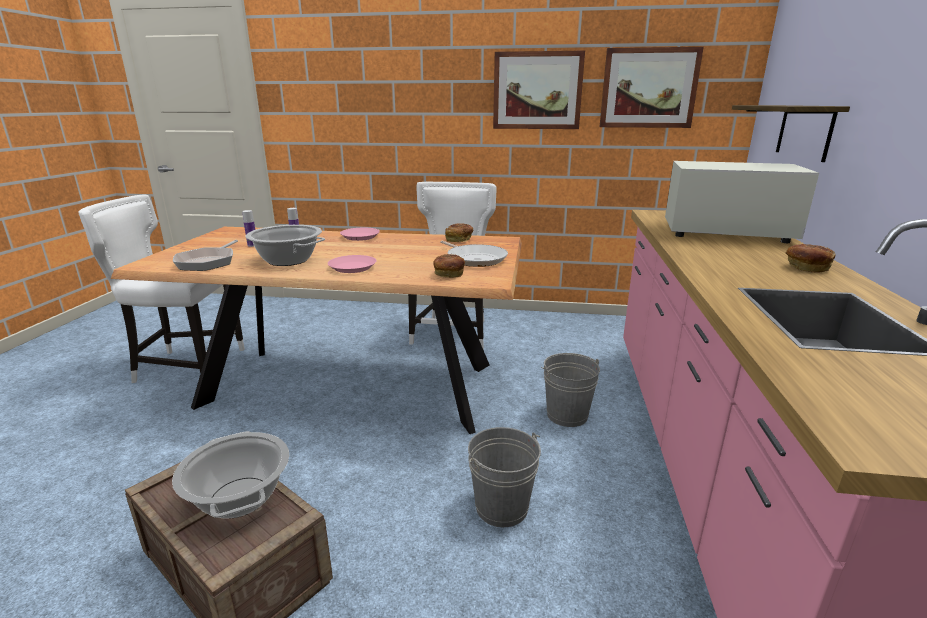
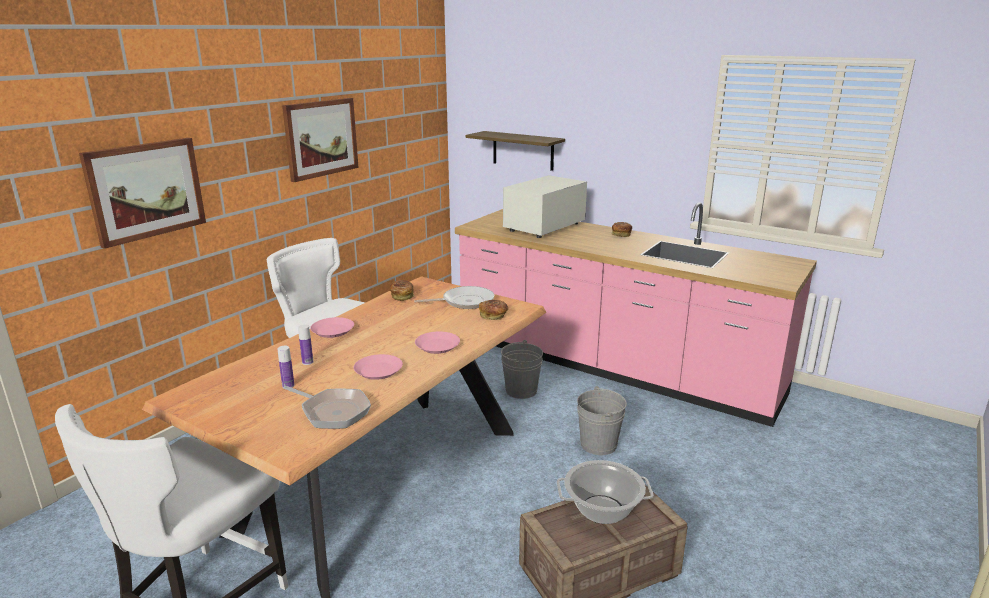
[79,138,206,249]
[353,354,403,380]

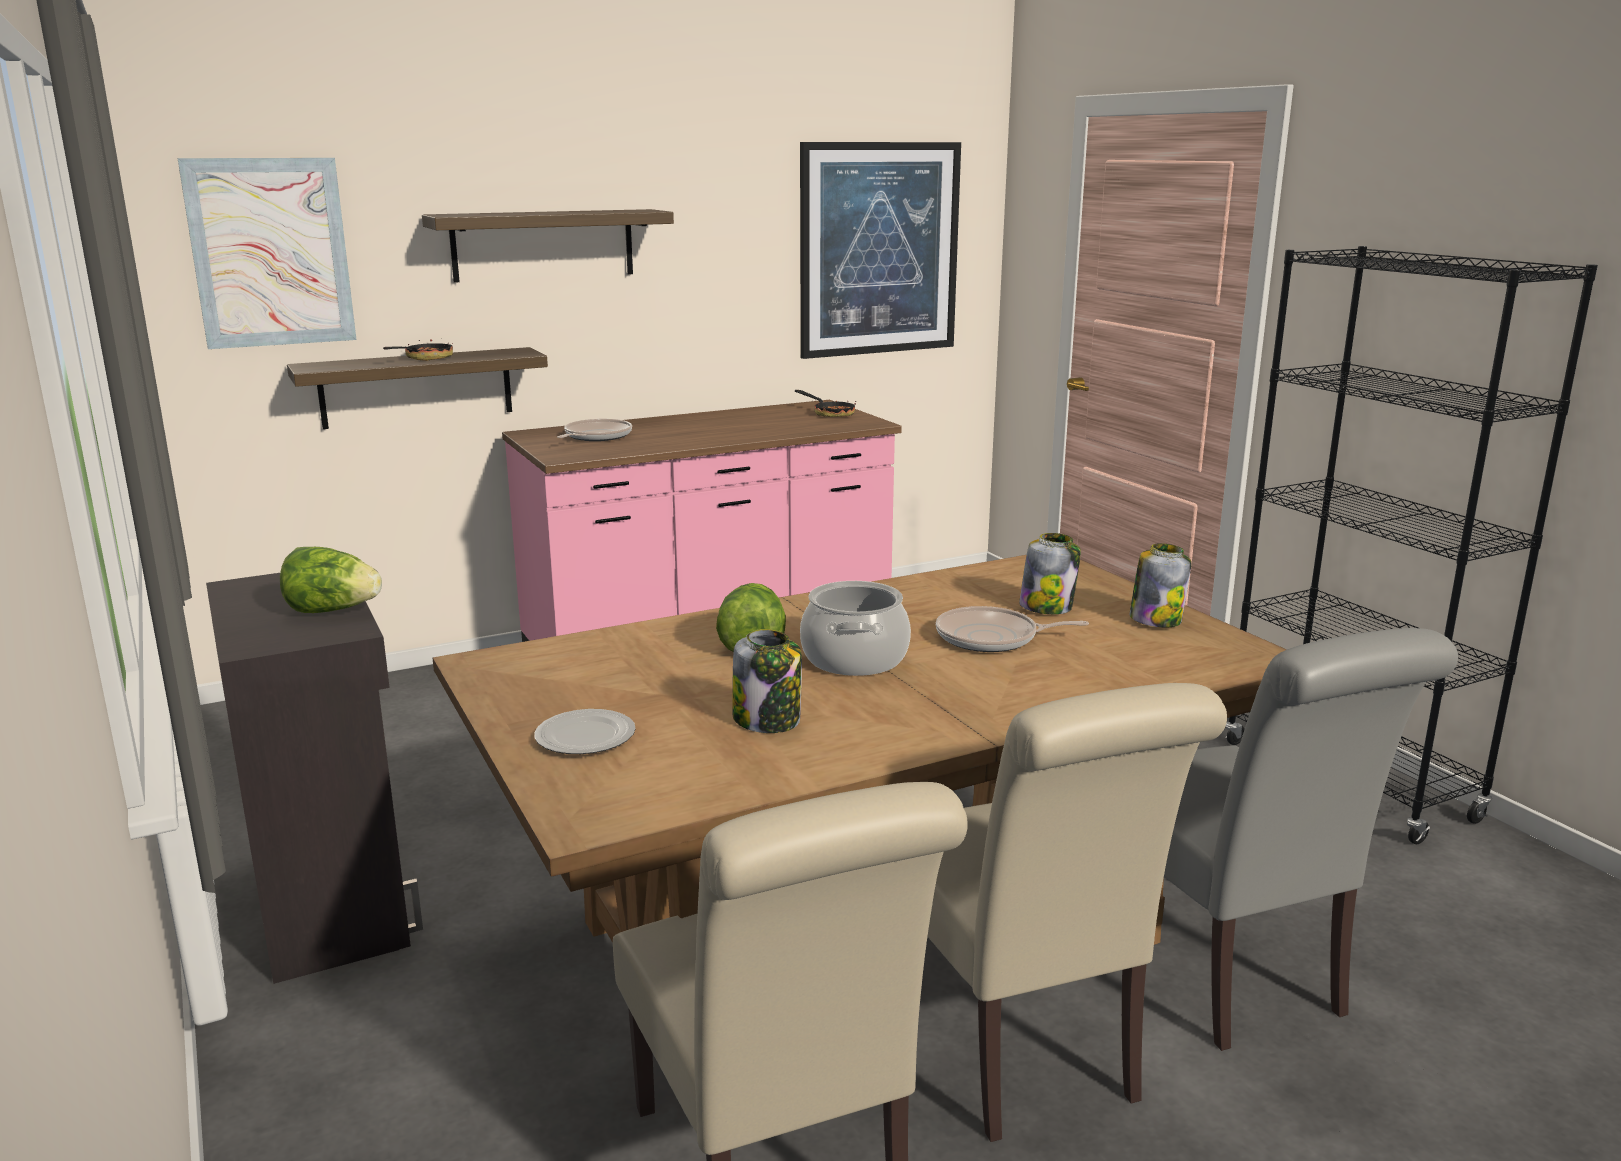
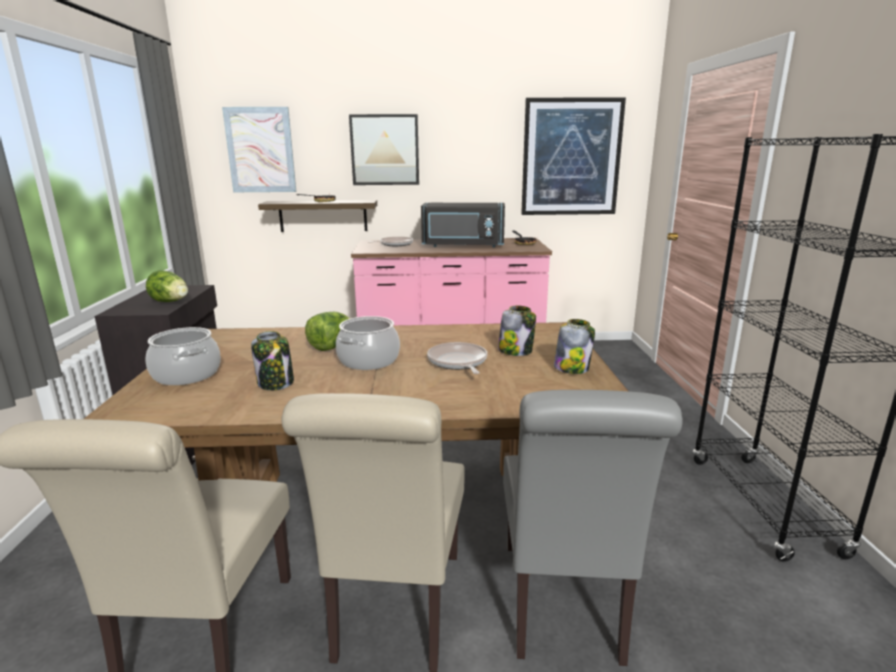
[349,114,419,185]
[427,342,487,374]
[145,327,221,385]
[421,203,505,248]

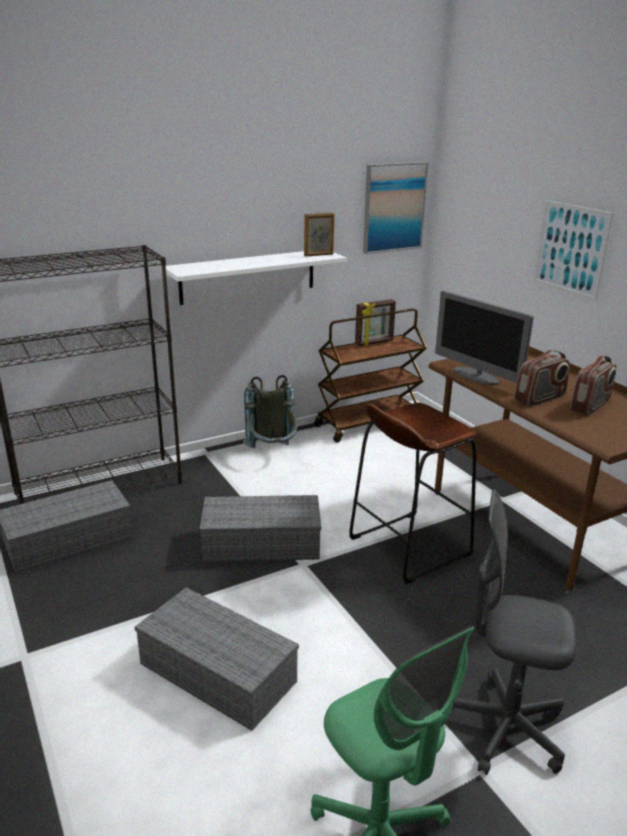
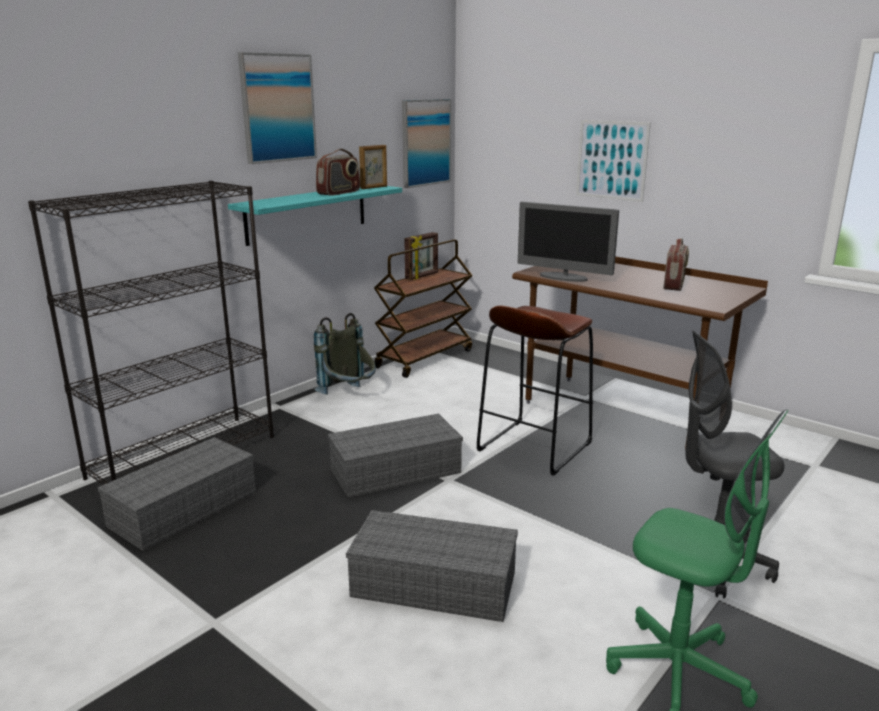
[228,186,402,246]
[316,148,360,196]
[238,52,317,164]

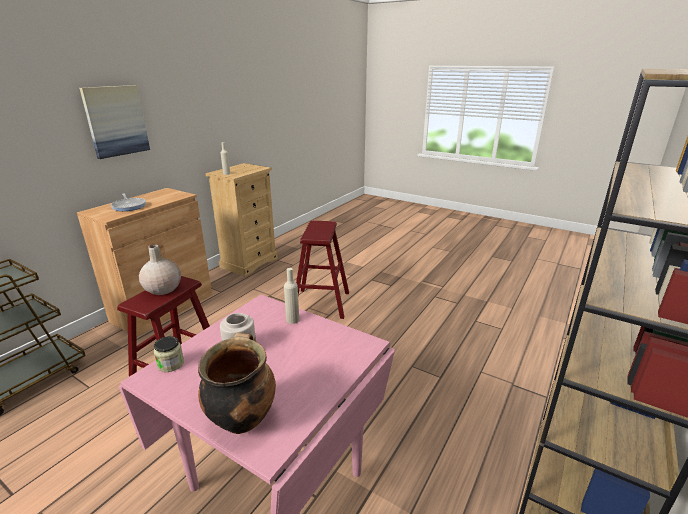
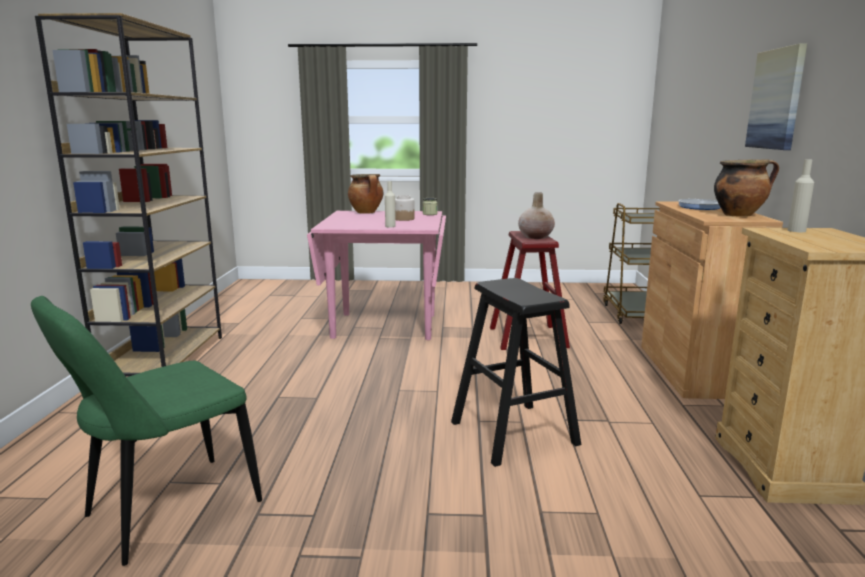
[451,278,581,467]
[714,159,779,217]
[31,296,262,566]

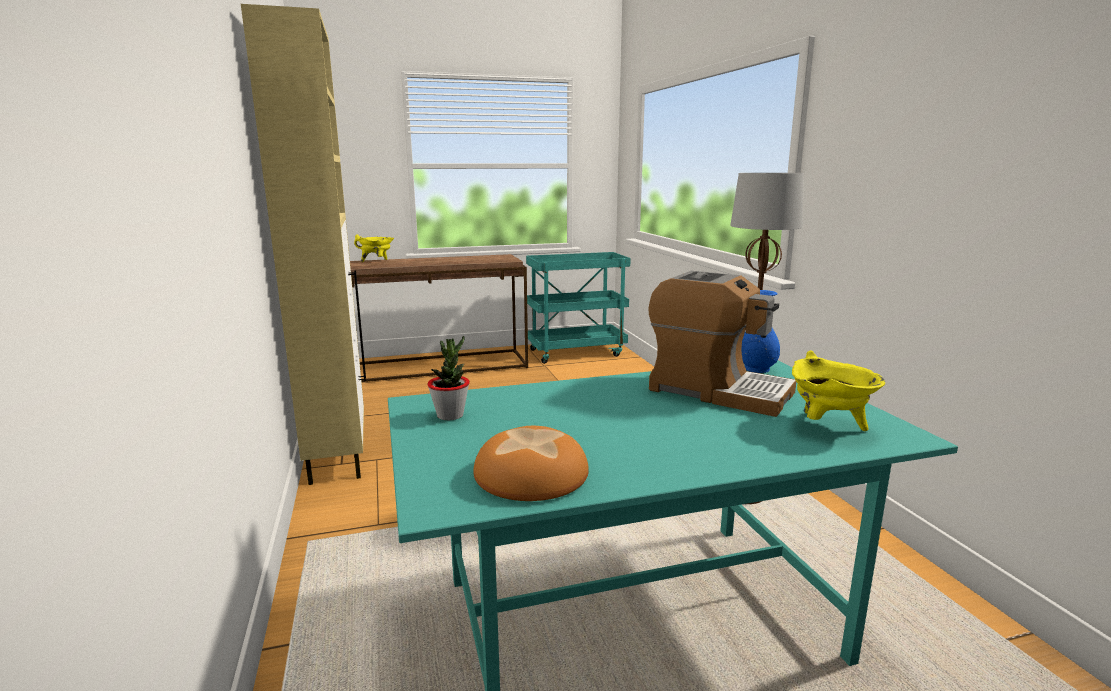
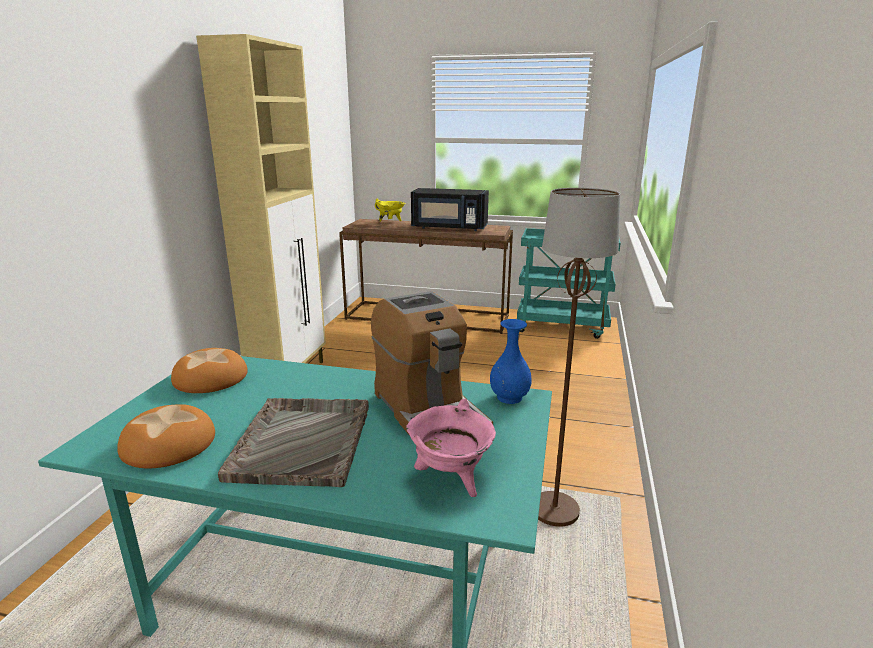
[171,348,248,393]
[406,399,496,497]
[411,188,489,231]
[218,398,369,487]

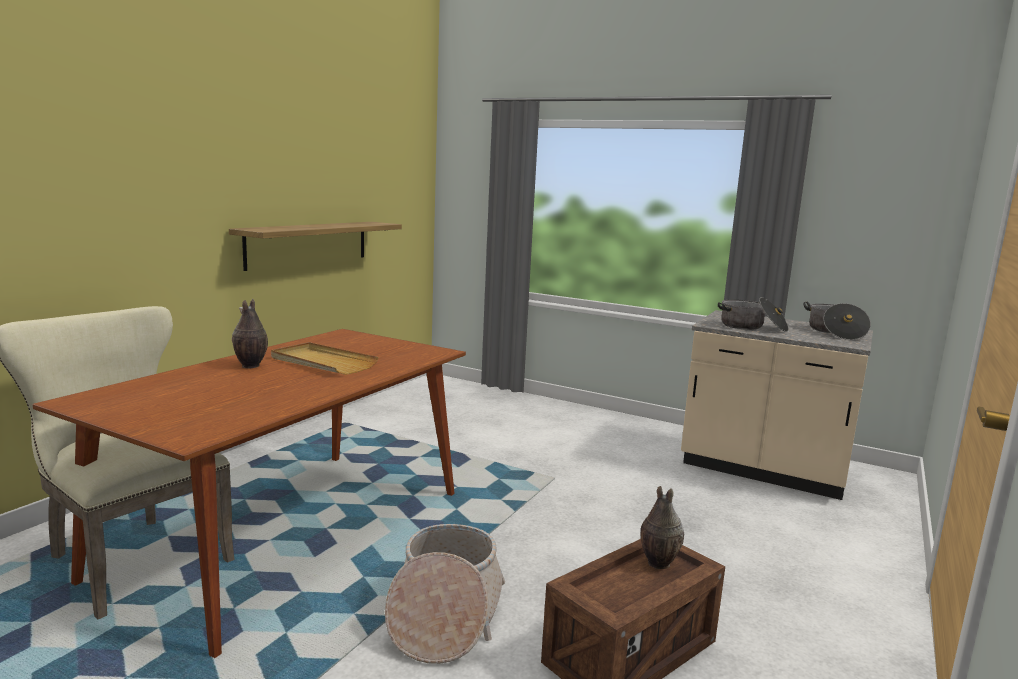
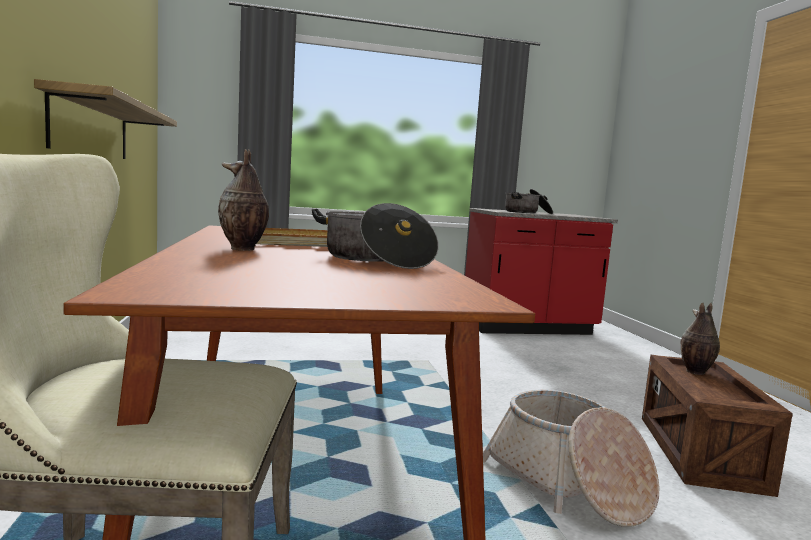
[312,203,439,269]
[465,208,618,335]

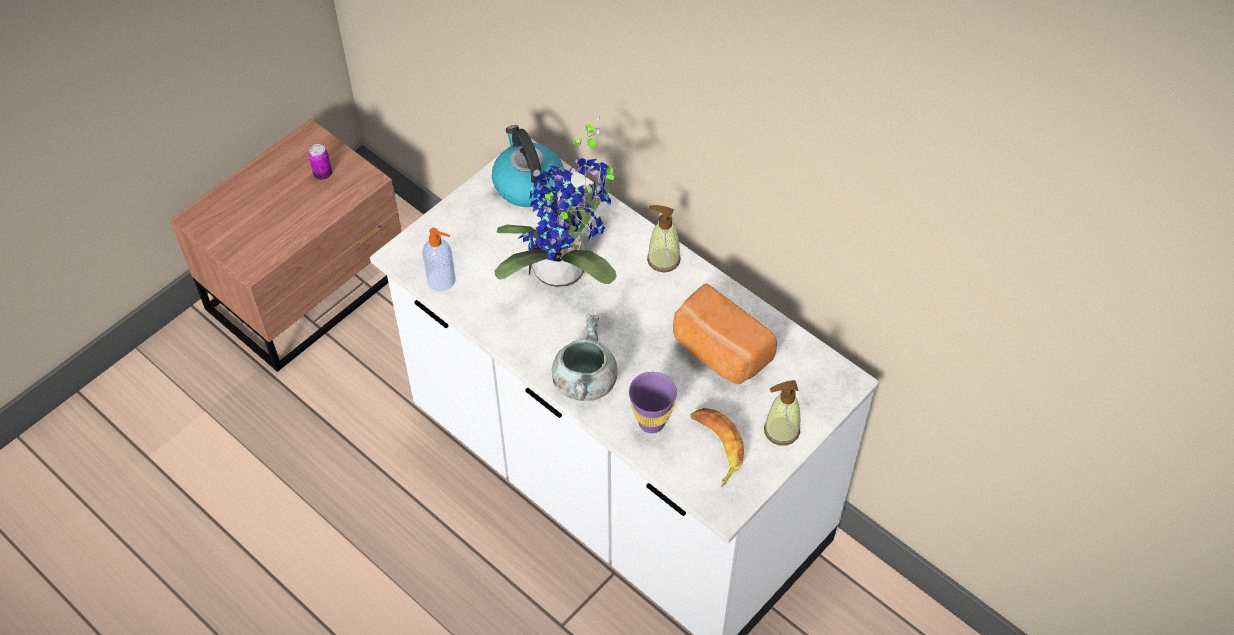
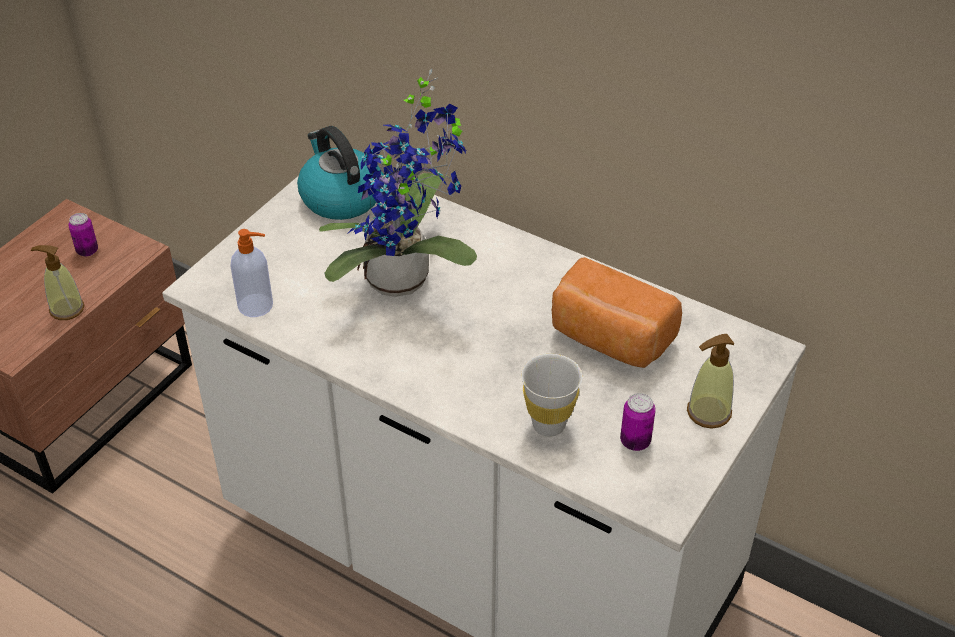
[31,245,84,320]
[552,314,617,401] (first image)
[521,354,582,437]
[620,393,656,451]

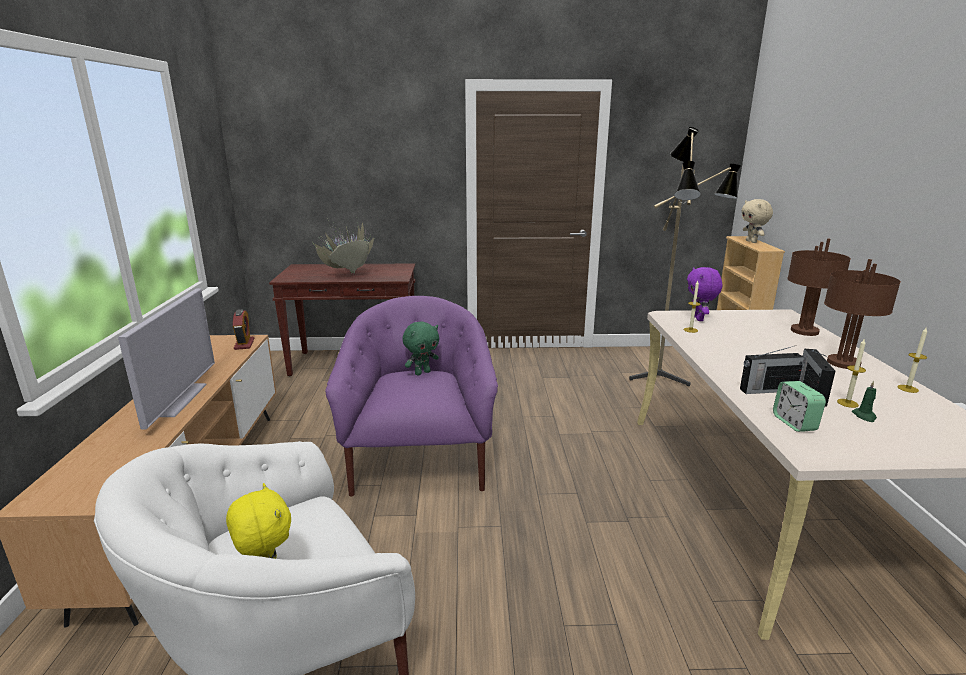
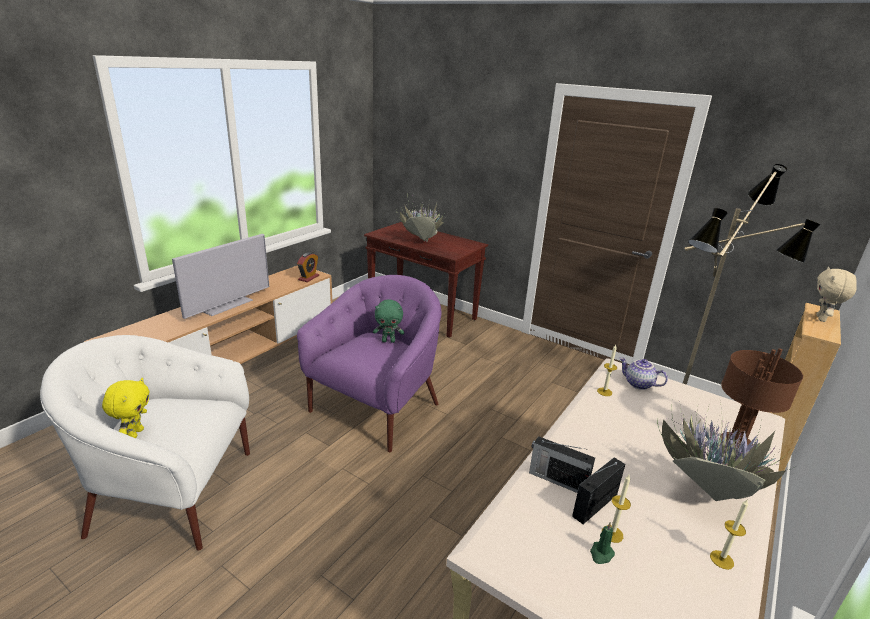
[657,399,795,501]
[619,357,668,390]
[773,381,826,432] (first image)

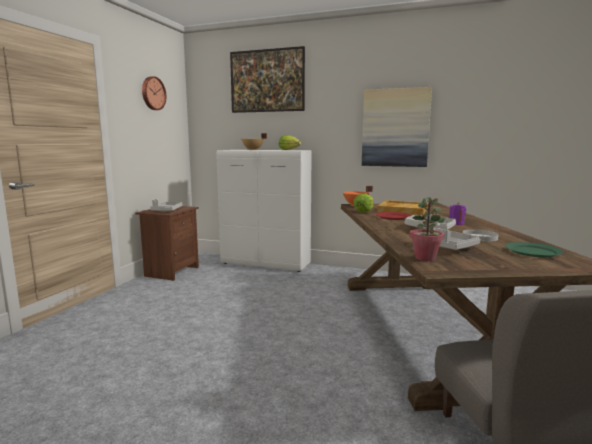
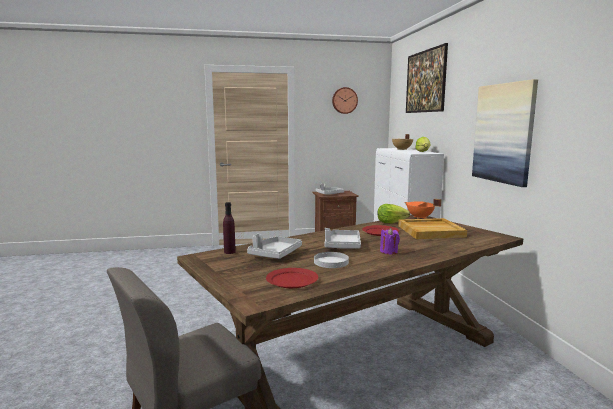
[223,202,236,254]
[266,268,318,288]

